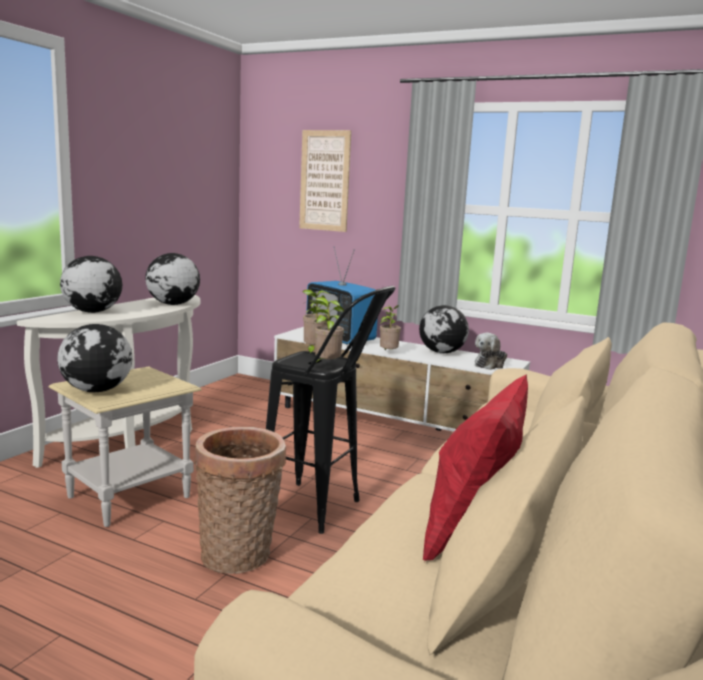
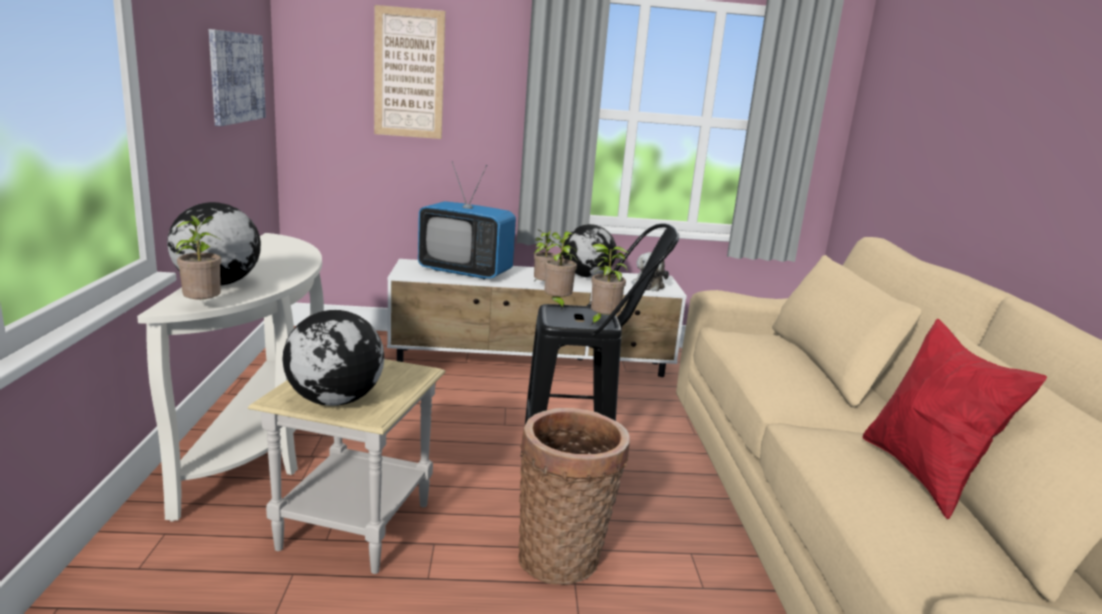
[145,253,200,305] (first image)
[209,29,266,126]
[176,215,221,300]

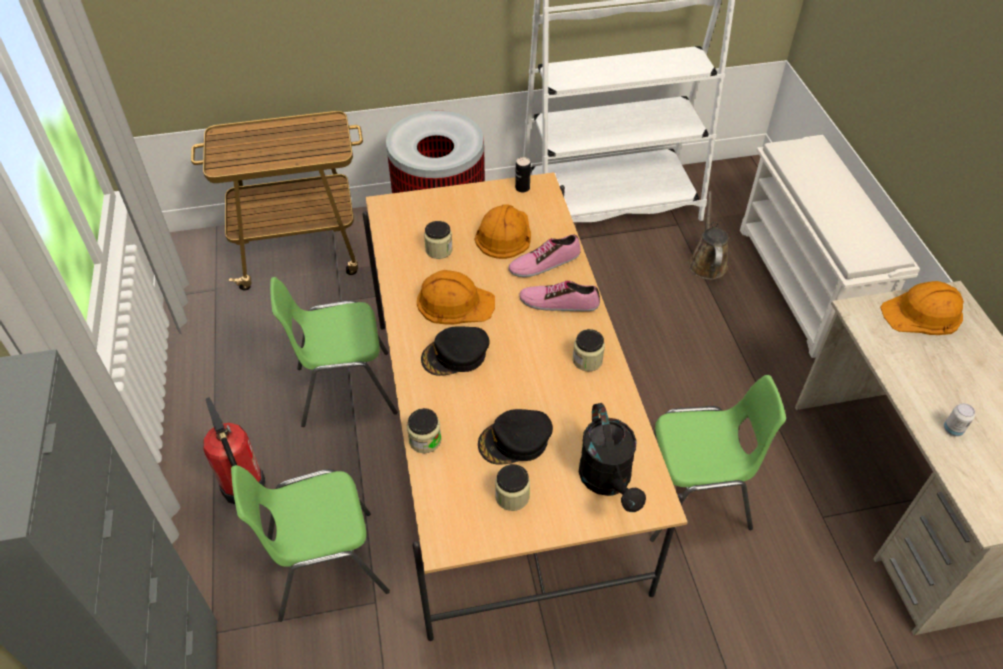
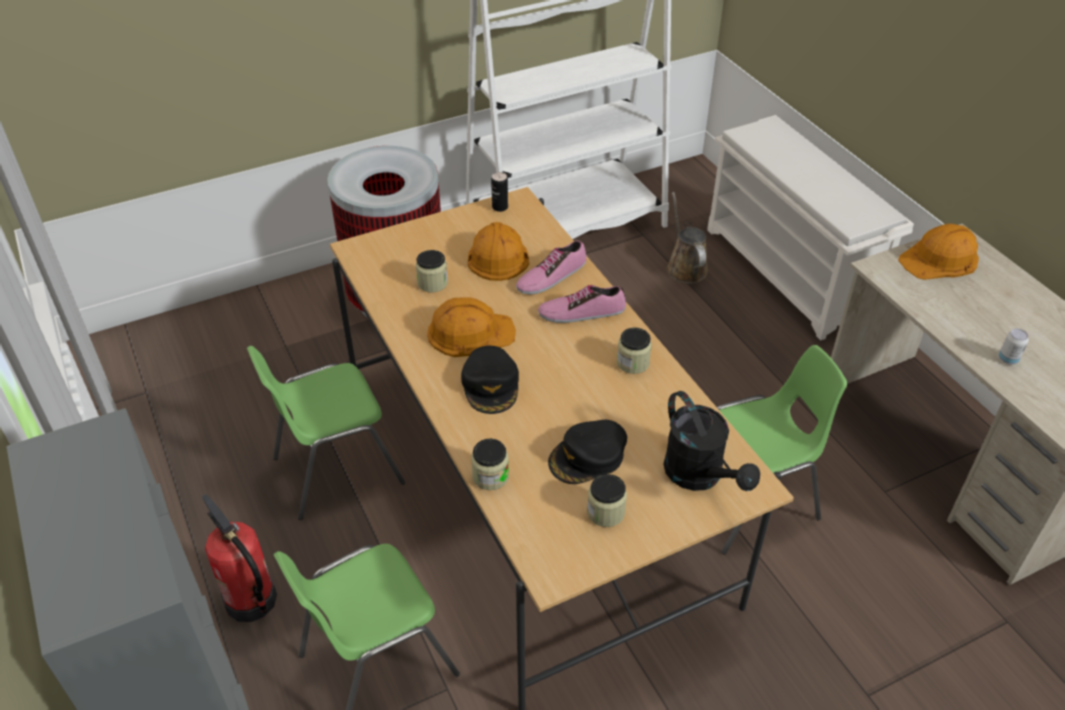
[191,111,363,290] (first image)
[461,346,519,414]

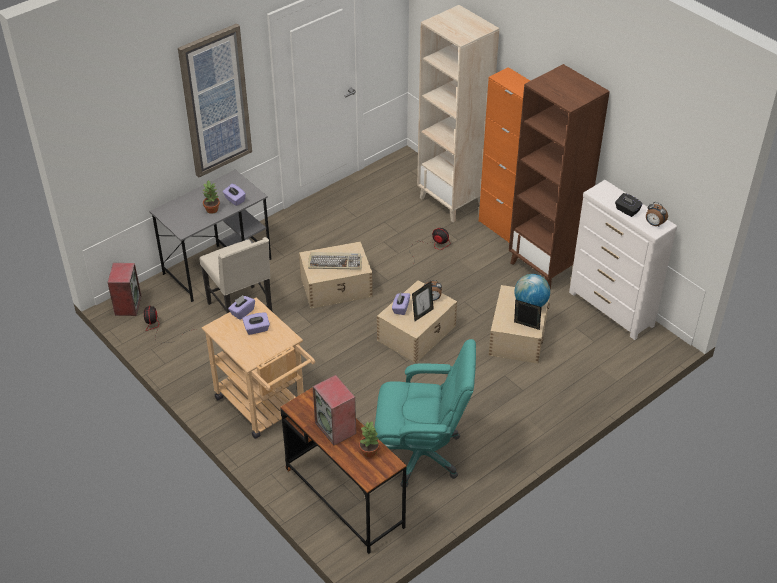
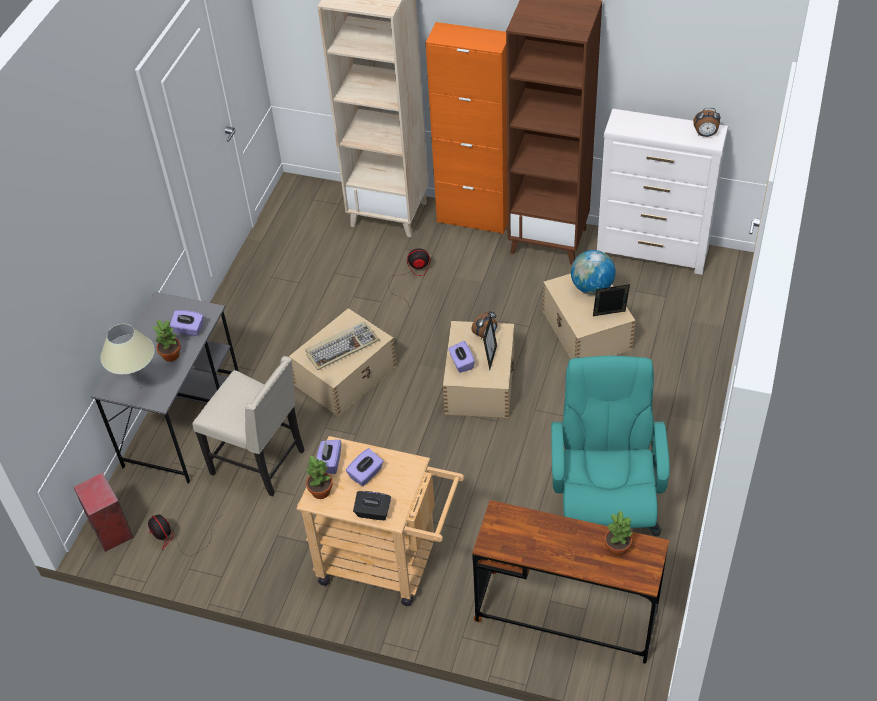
[178,24,252,178] (first image)
[353,491,391,520]
[551,356,670,536]
[313,375,356,445] (first image)
[100,324,155,389]
[305,455,333,499]

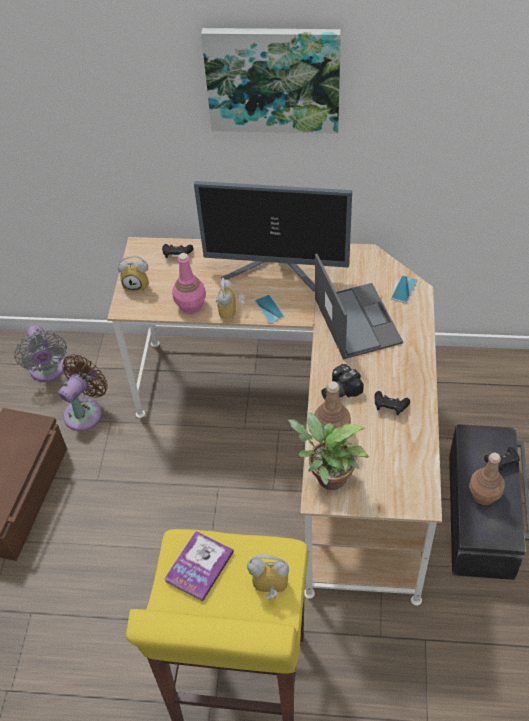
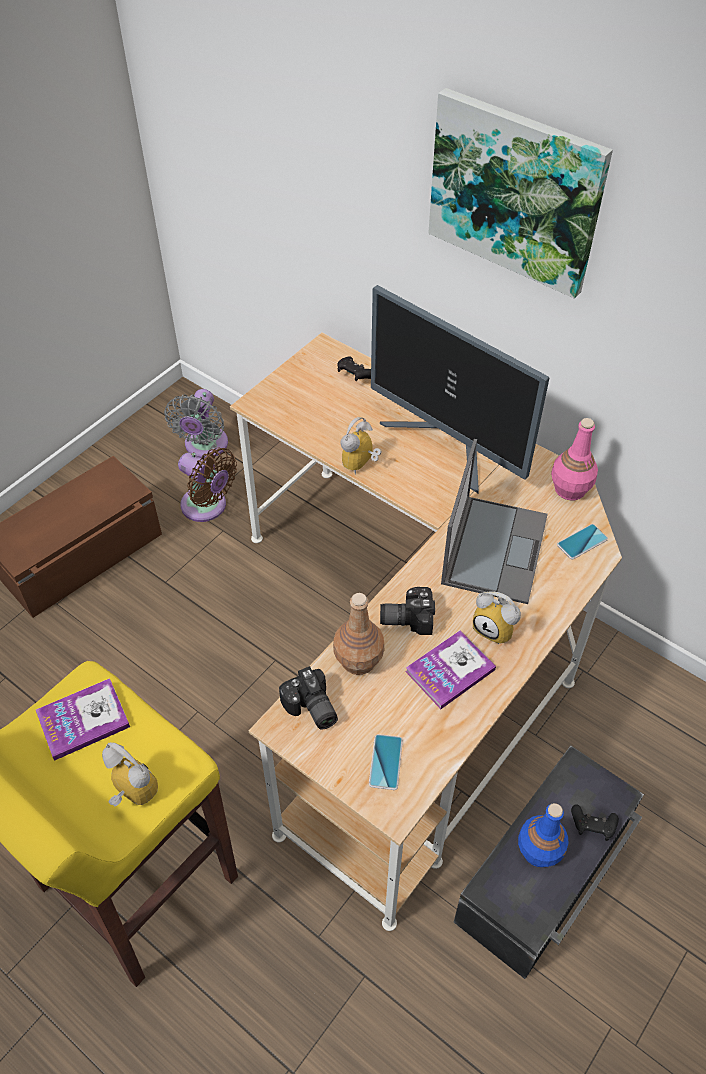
[551,418,598,500]
[473,591,521,645]
[369,734,403,790]
[178,447,237,522]
[405,631,496,709]
[279,666,338,730]
[518,803,568,867]

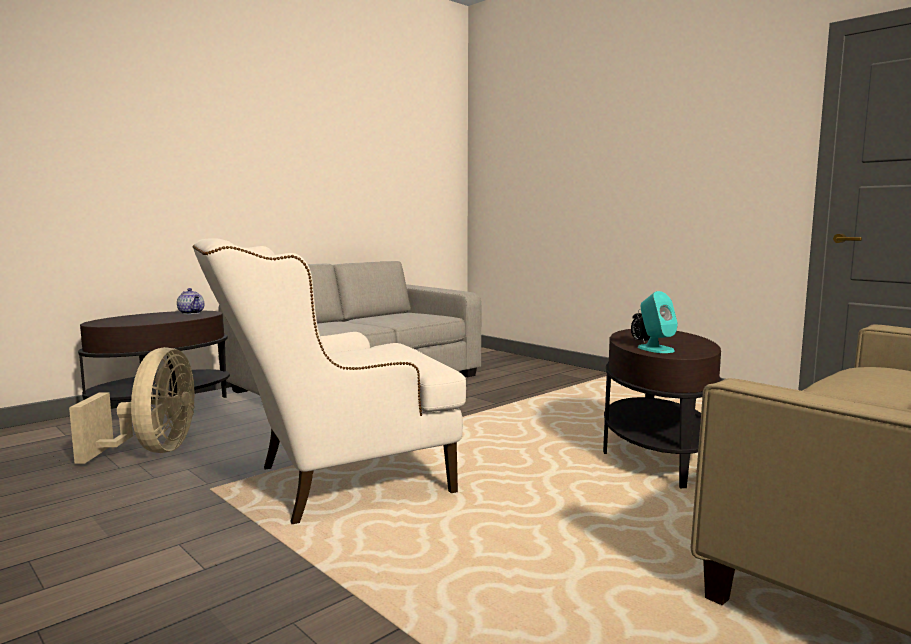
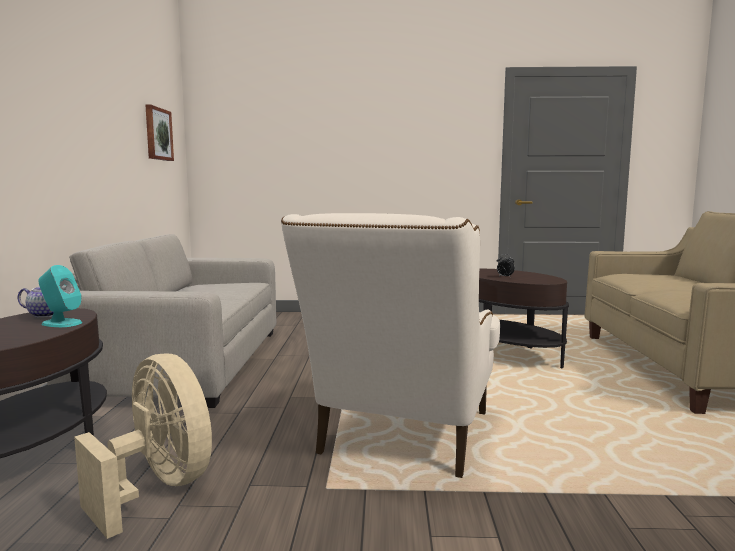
[38,265,82,327]
[145,104,174,161]

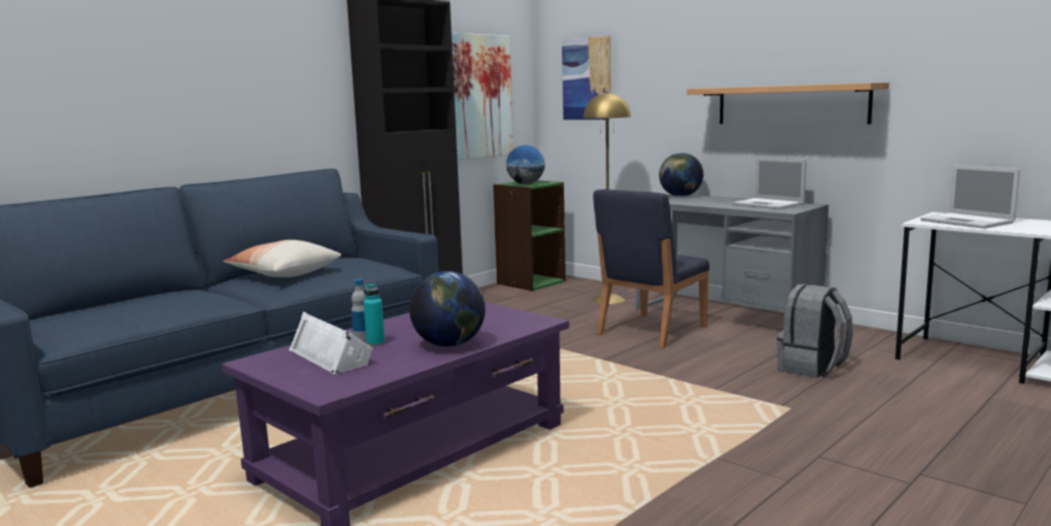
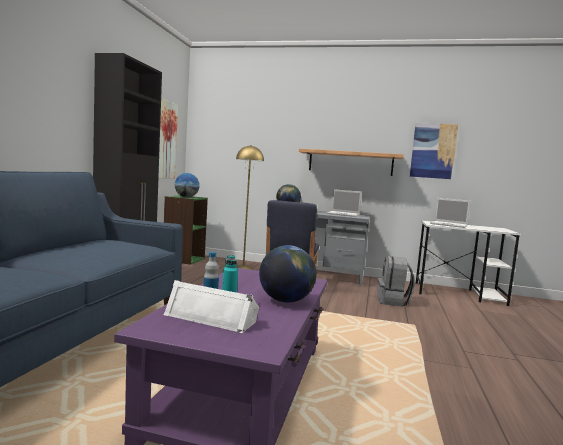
[410,123,458,179]
[223,240,341,277] (first image)

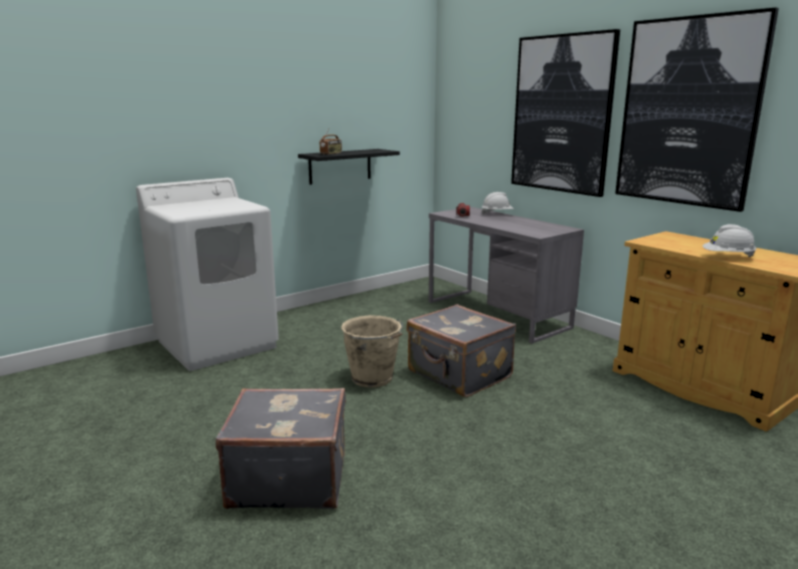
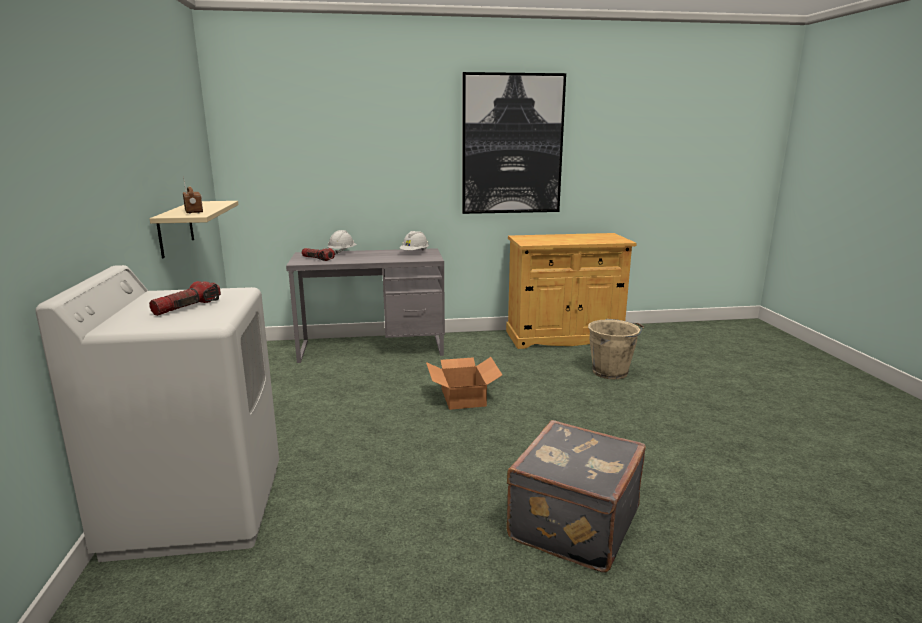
[511,29,620,197] (first image)
[150,201,238,258]
[399,231,429,251]
[426,357,502,410]
[588,319,644,380]
[149,281,221,316]

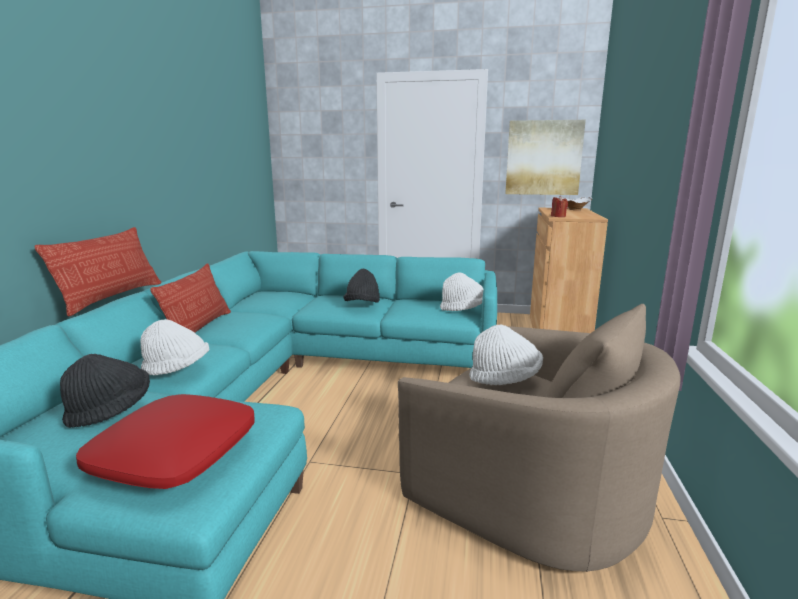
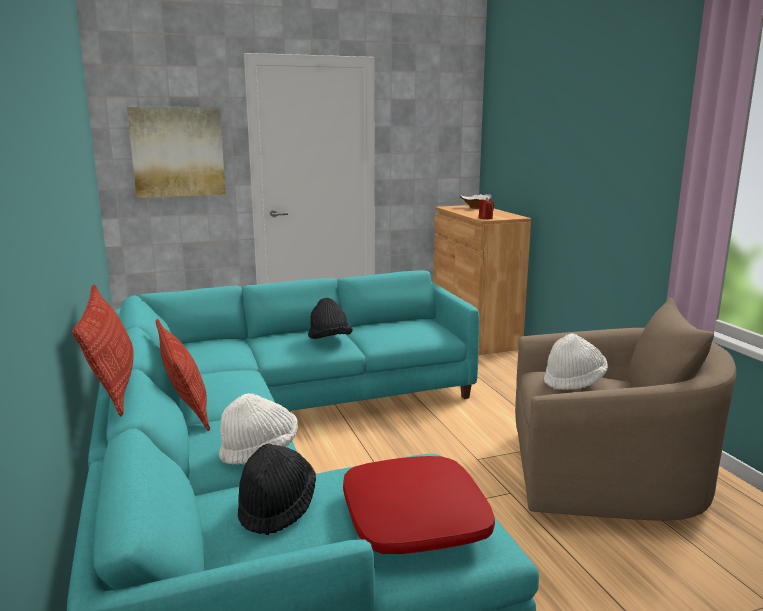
[127,107,226,198]
[440,272,484,311] (first image)

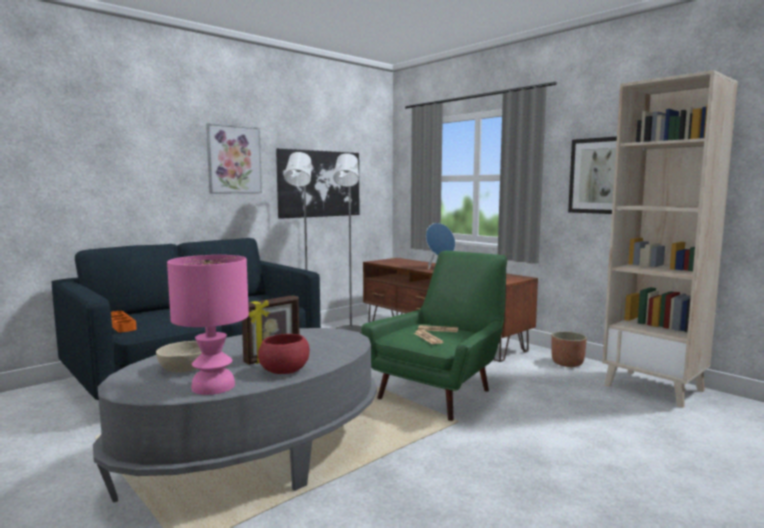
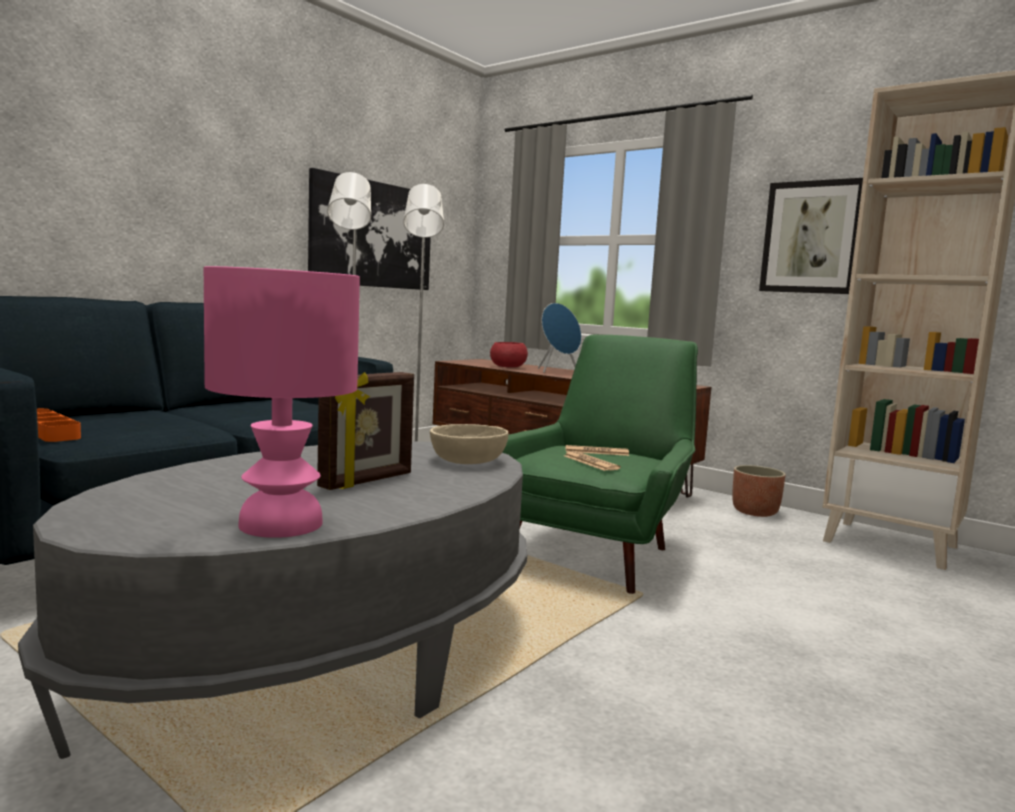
[206,123,262,194] (first image)
[490,342,528,368]
[430,424,509,464]

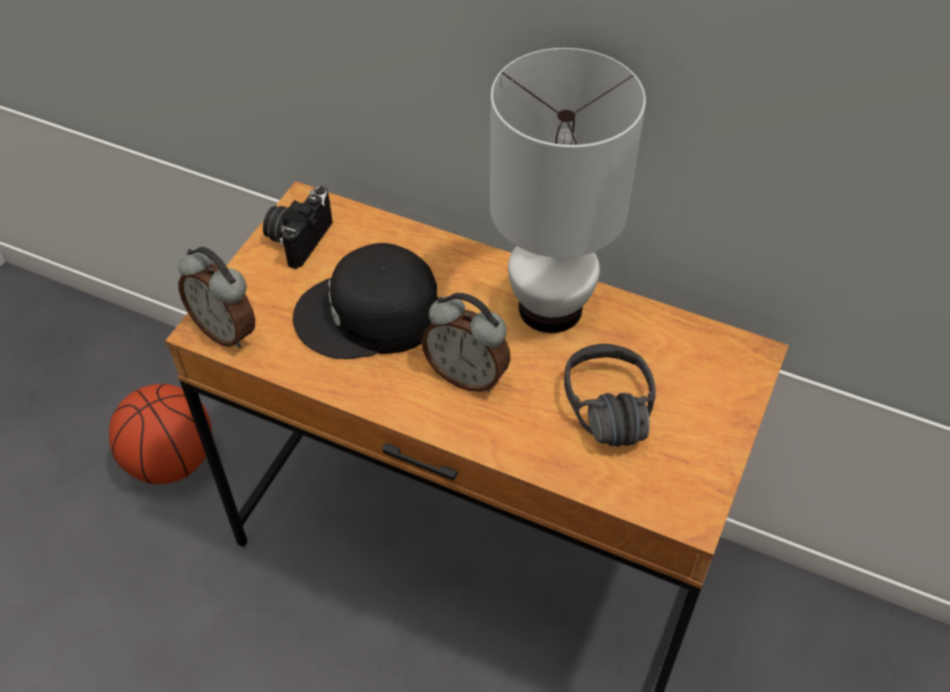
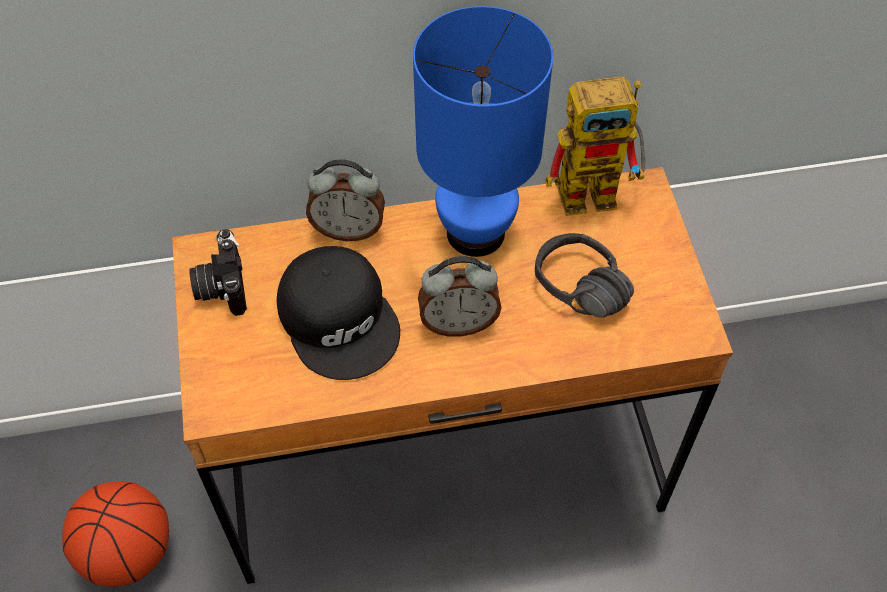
[413,6,553,257]
[277,246,400,380]
[306,159,385,241]
[545,76,645,216]

